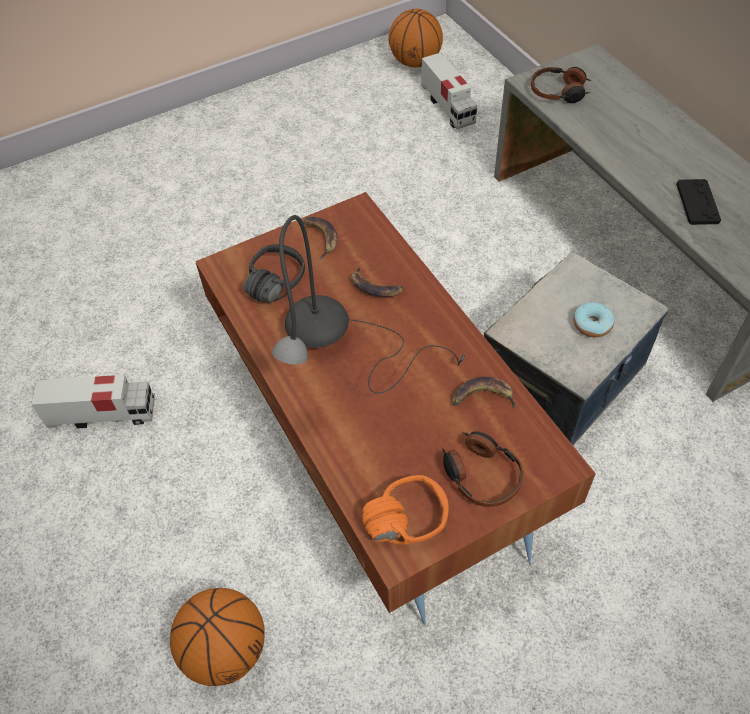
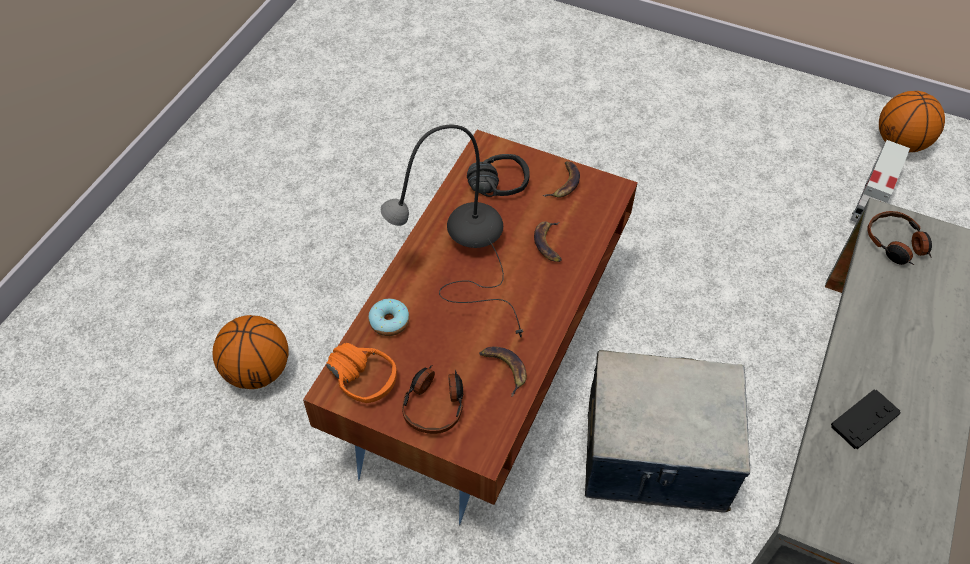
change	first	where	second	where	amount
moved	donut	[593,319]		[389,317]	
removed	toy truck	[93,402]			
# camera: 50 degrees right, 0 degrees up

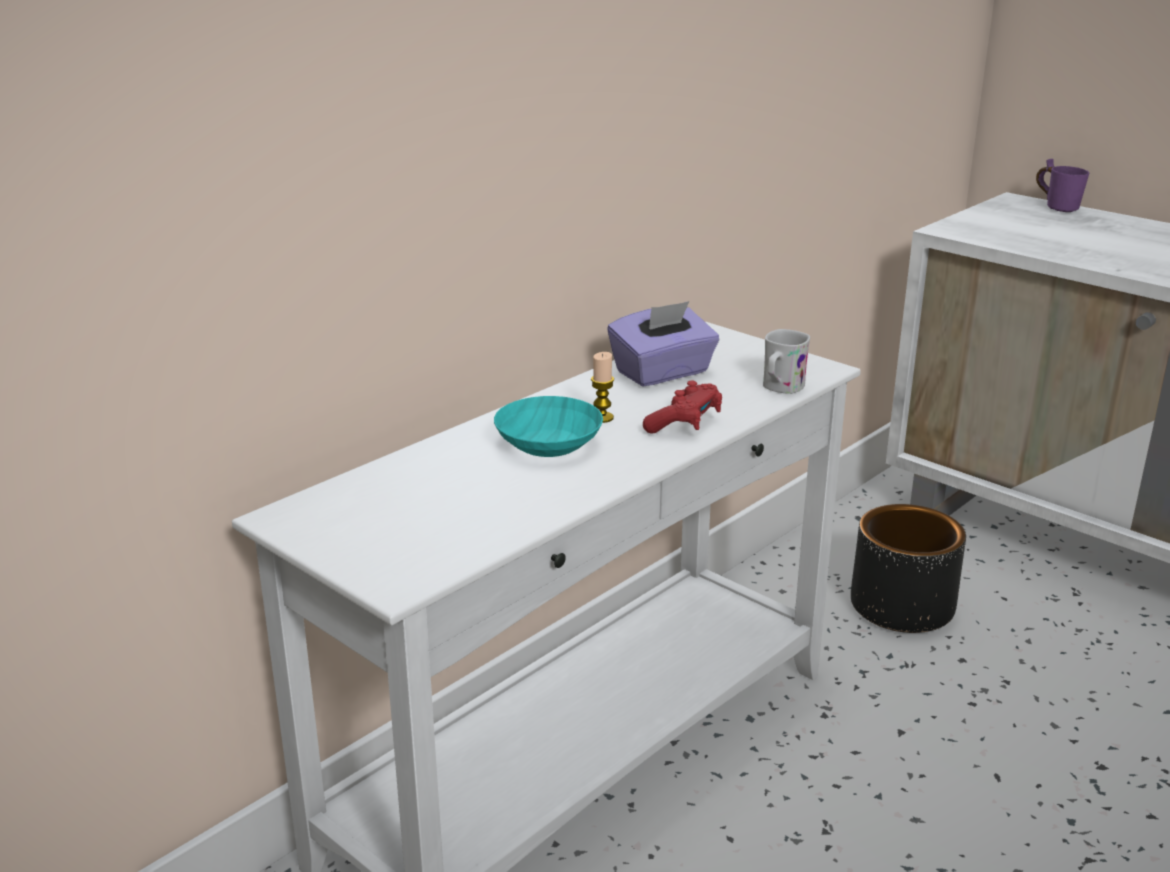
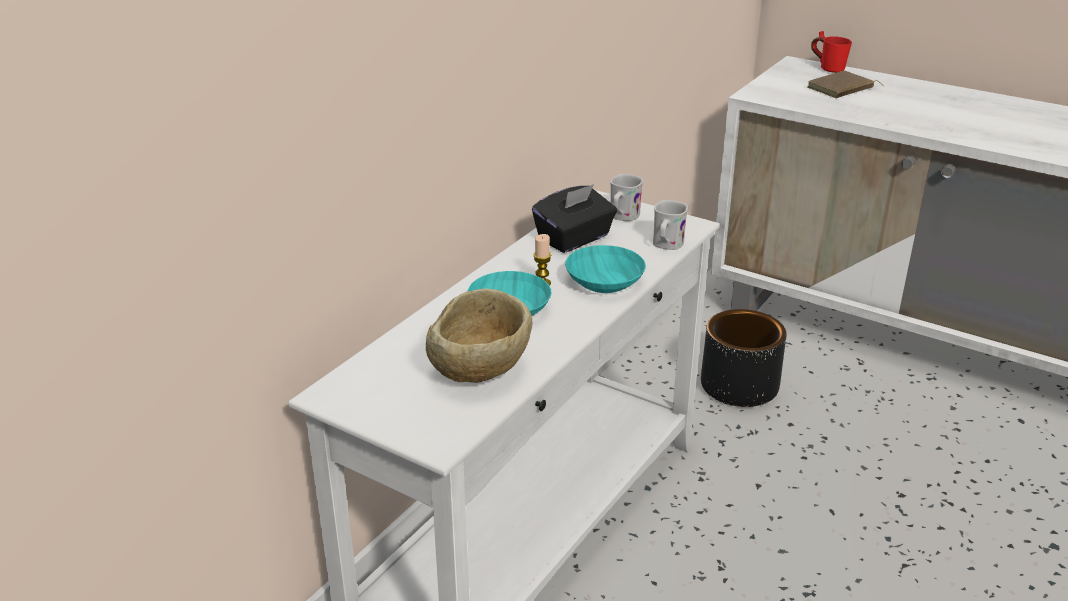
change	first	where	second	where	amount
recoloured	purple mug	[1062,185]	red mug	[831,52]	
recoloured	purple tissue box	[663,344]	black tissue box	[574,218]	
replaced	red game controller	[682,407]	turquoise bowl	[605,269]	
added			brown book	[845,84]	
added			white mug	[626,197]	
added			beige bowl	[479,335]	
# camera: 10 degrees left, 5 degrees up

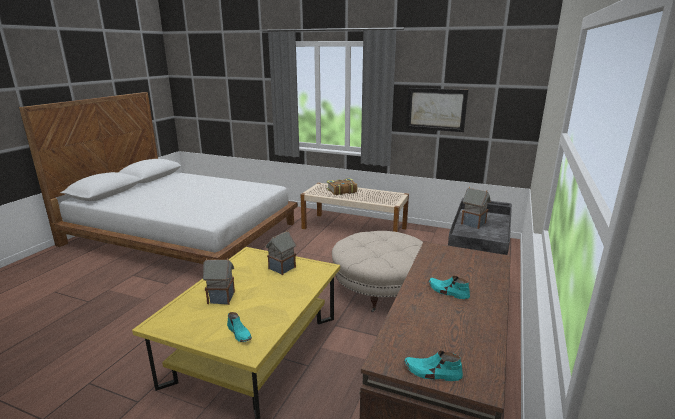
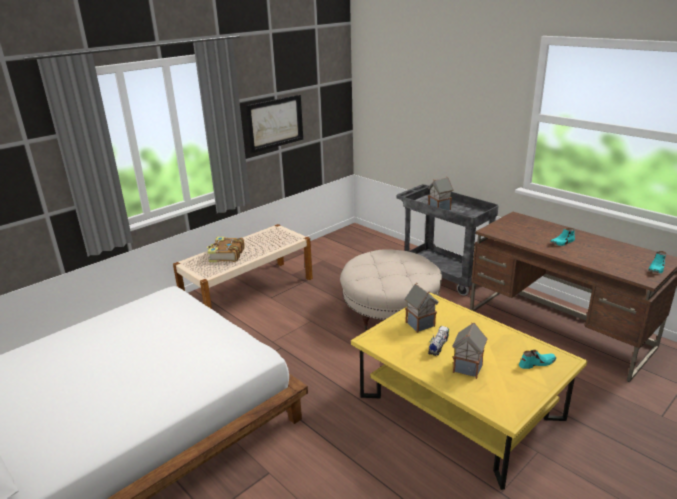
change	first	where	second	where	amount
added			toy truck	[438,341]	
# camera: 65 degrees left, 5 degrees up

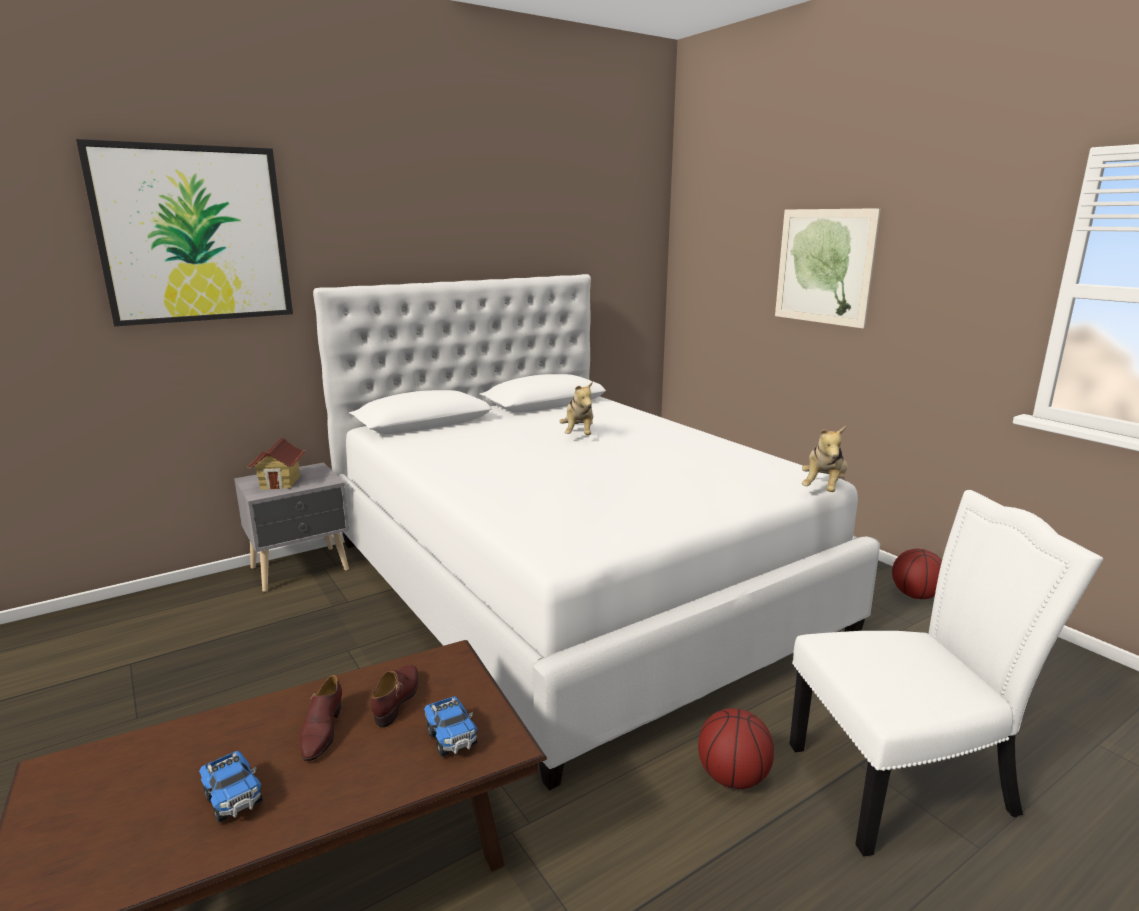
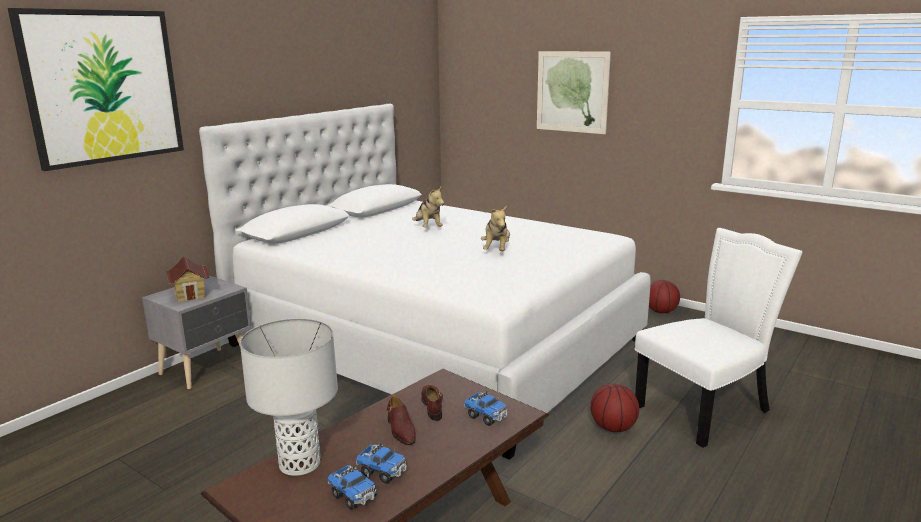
change	first	where	second	where	amount
moved	plush toy	[825,459]		[495,228]	
added			white table lamp	[289,397]	
added			toy truck	[352,487]	
# camera: 20 degrees left, 0 degrees up

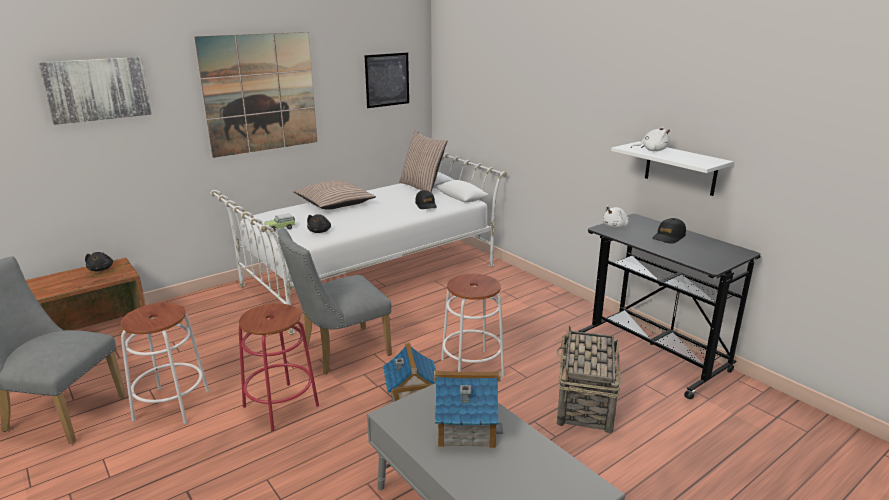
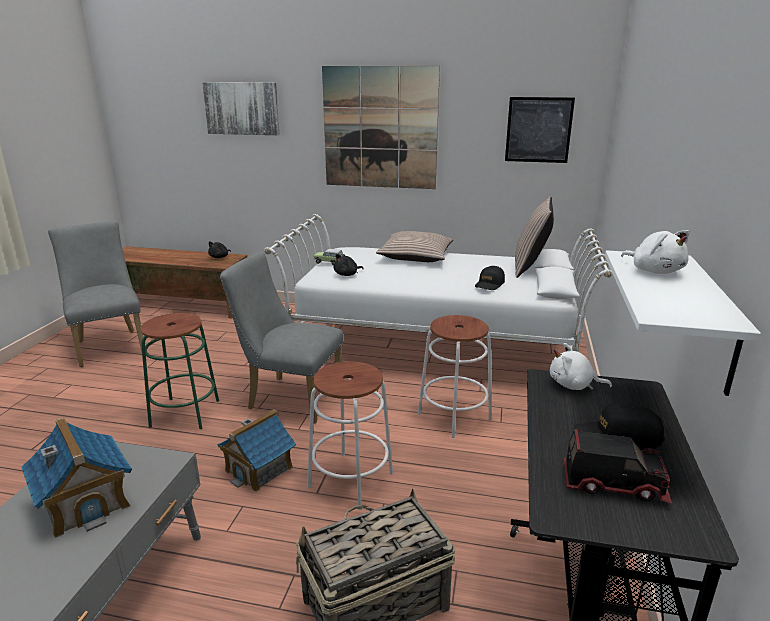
change	first	where	second	where	amount
moved	white stool	[164,363]		[455,376]	
recoloured	red stool	[279,367]	green stool	[179,371]	
added			toy truck	[618,466]	
# camera: 50 degrees right, 0 degrees up

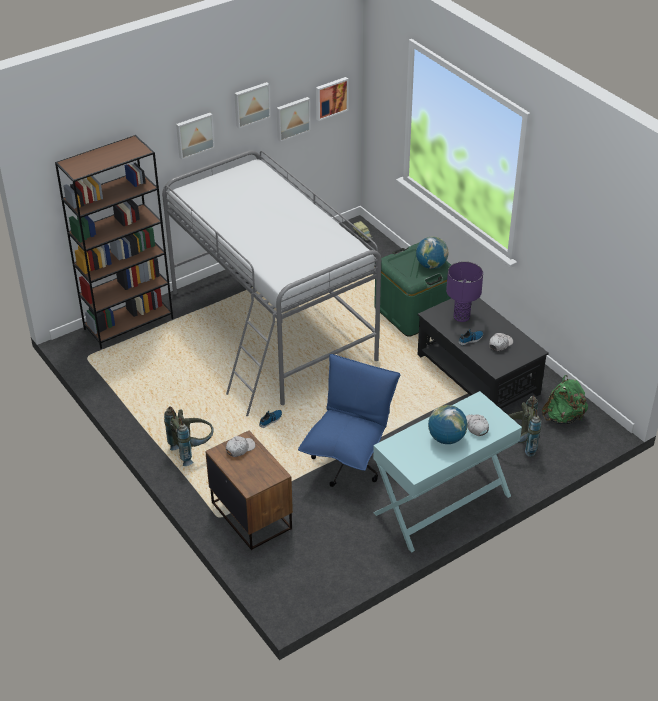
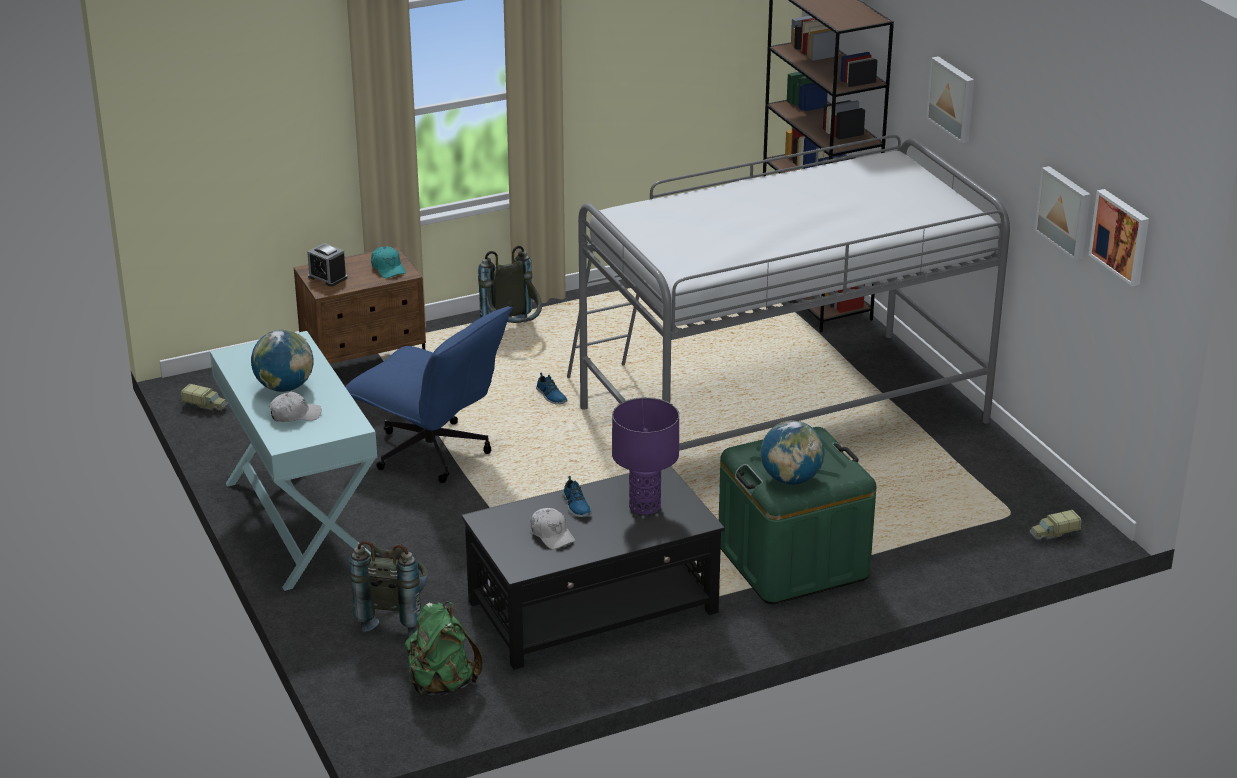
change	first	where	second	where	amount
removed	picture	[252,105]			
recoloured	white cap	[240,446]	turquoise cap	[388,262]	
added			alarm clock	[327,265]	
added			toy truck	[204,399]	
# camera: 100 degrees right, 10 degrees down

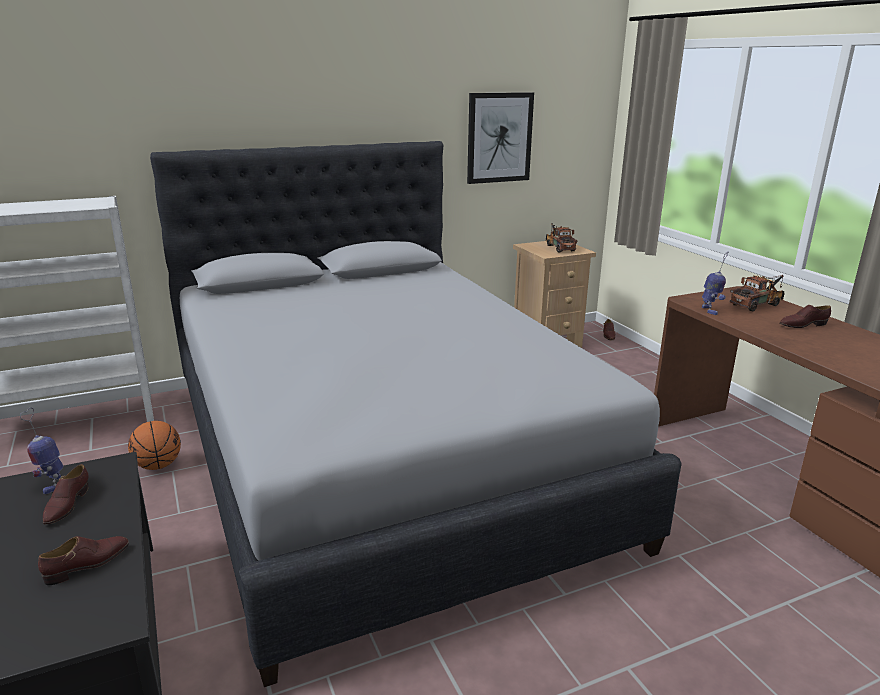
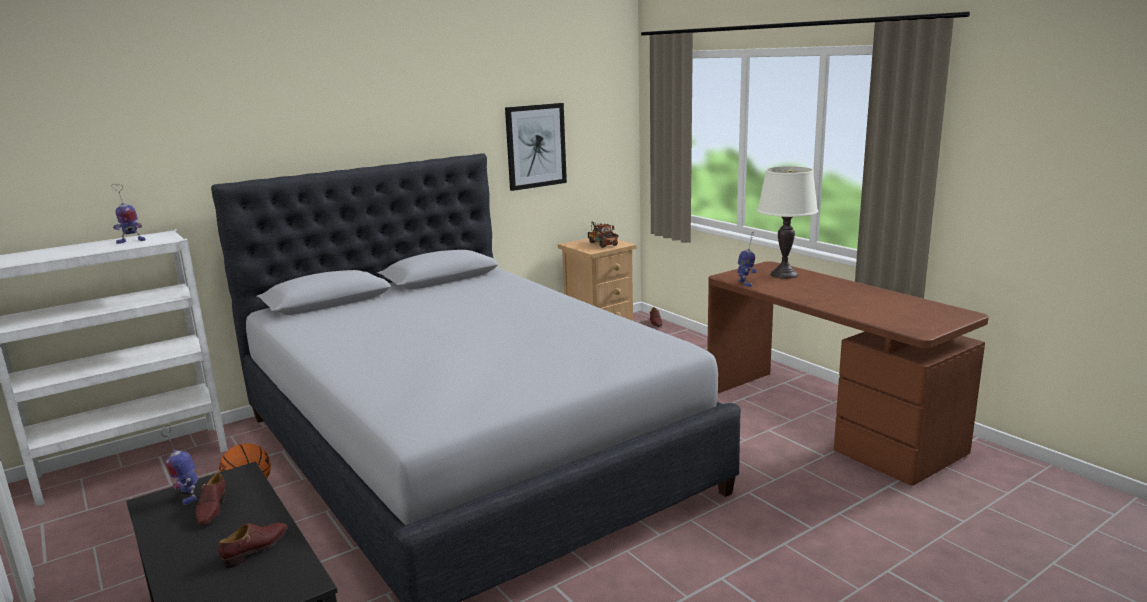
change	first	where	second	where	amount
replaced	toy truck	[757,293]	white table lamp	[787,222]	
removed	brown shoe	[805,316]			
added			toy robot	[129,214]	
# camera: 10 degrees left, 5 degrees down

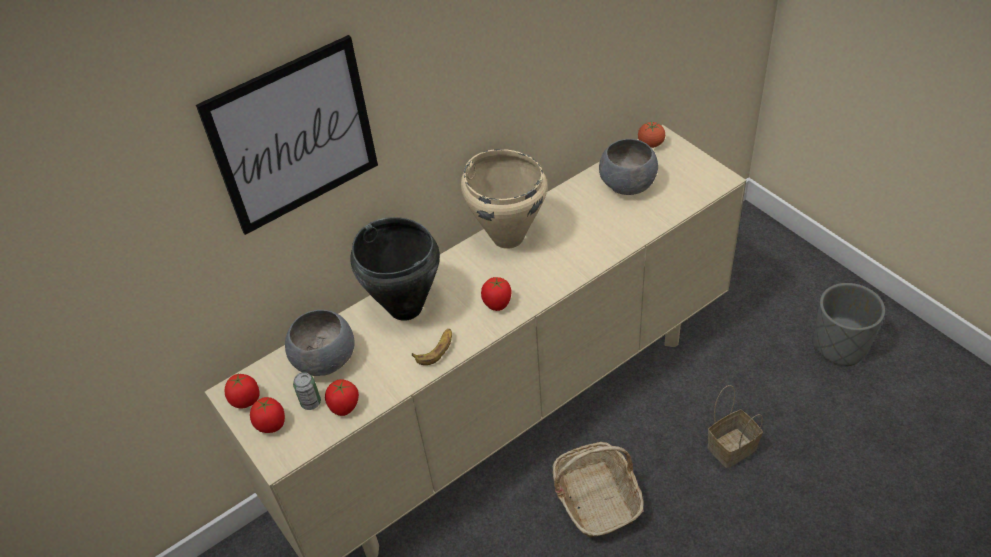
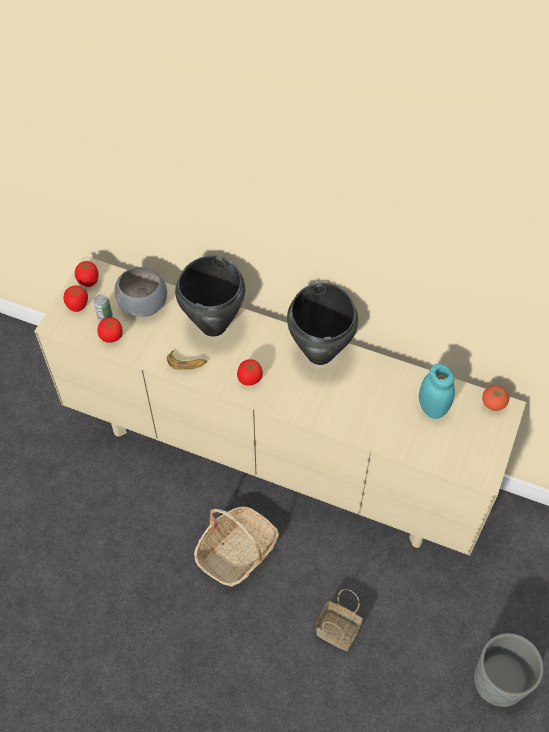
change	first	where	second	where	amount
removed	picture	[287,135]			
replaced	grey bowl	[628,167]	turquoise jar	[437,391]	
recoloured	beige cooking pot	[504,199]	black cooking pot	[322,323]	
# camera: 55 degrees right, 10 degrees up

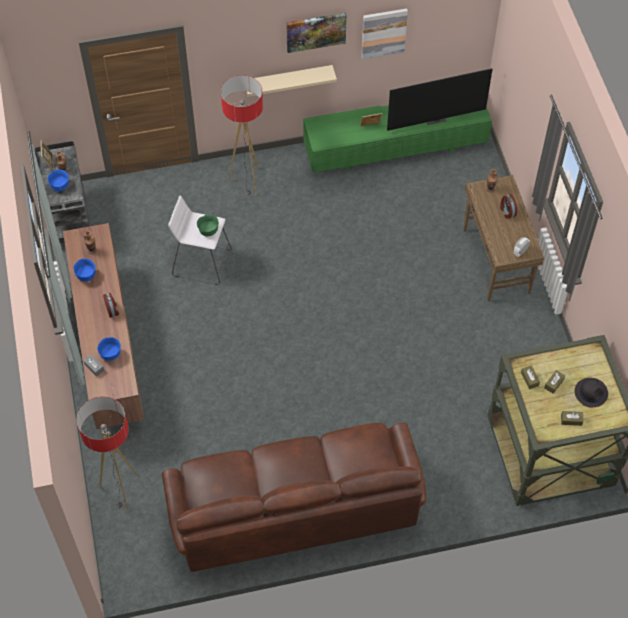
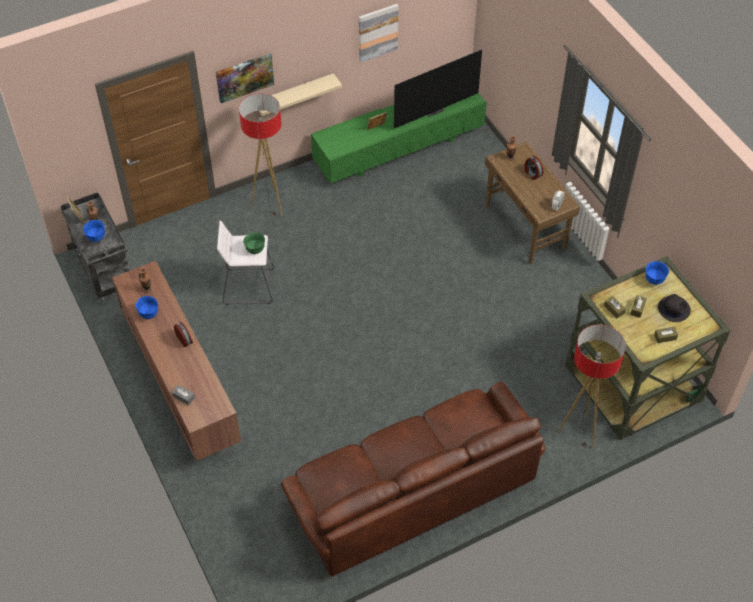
change	first	where	second	where	amount
moved	picture	[316,33]		[245,78]	
moved	blue bowl	[109,349]		[657,272]	
moved	floor lamp	[107,453]		[591,386]	
# camera: 15 degrees left, 5 degrees down

